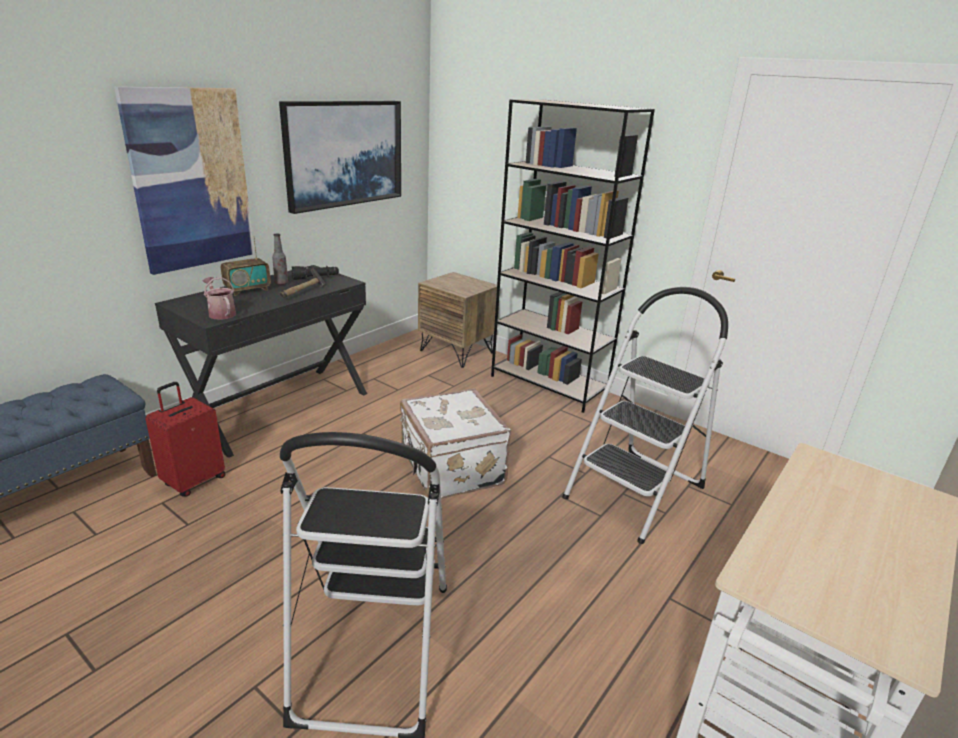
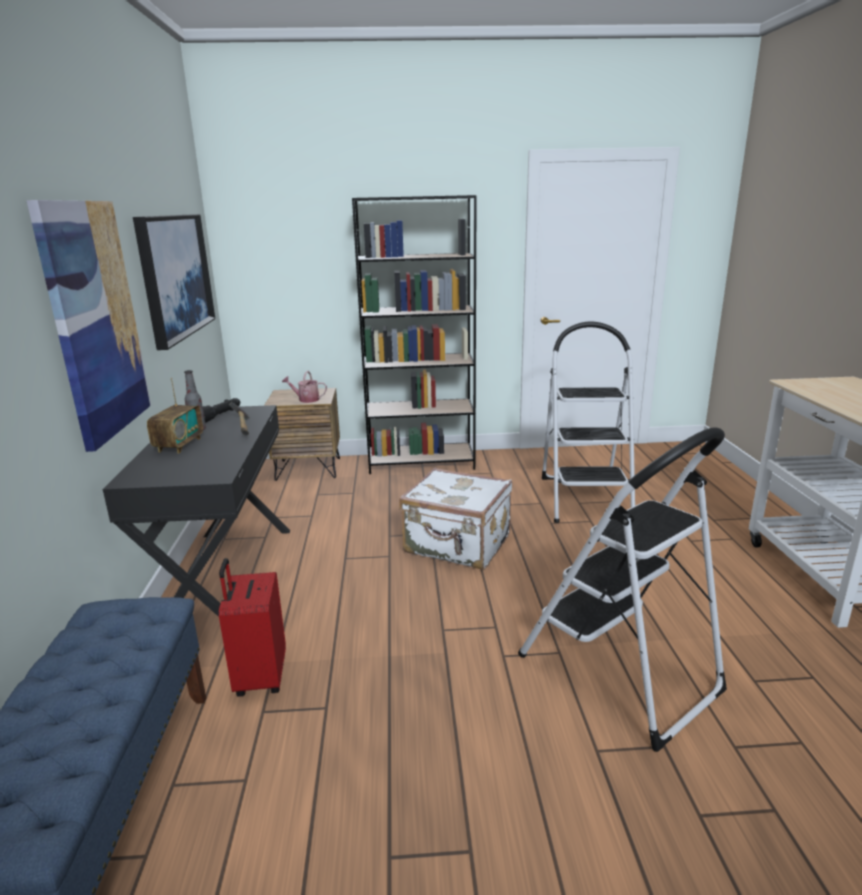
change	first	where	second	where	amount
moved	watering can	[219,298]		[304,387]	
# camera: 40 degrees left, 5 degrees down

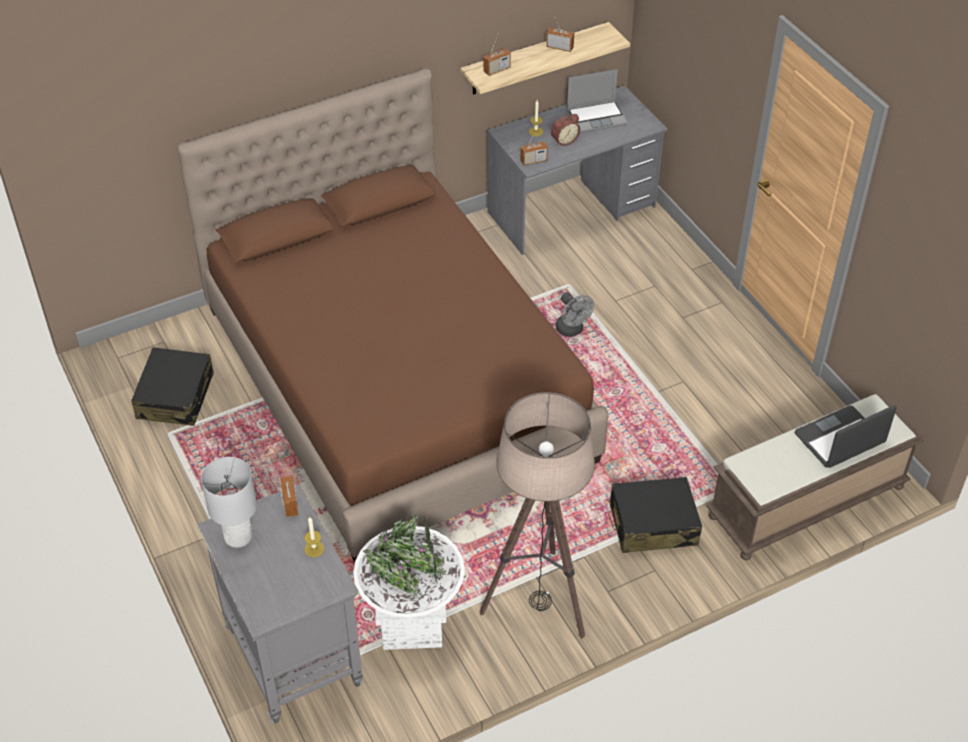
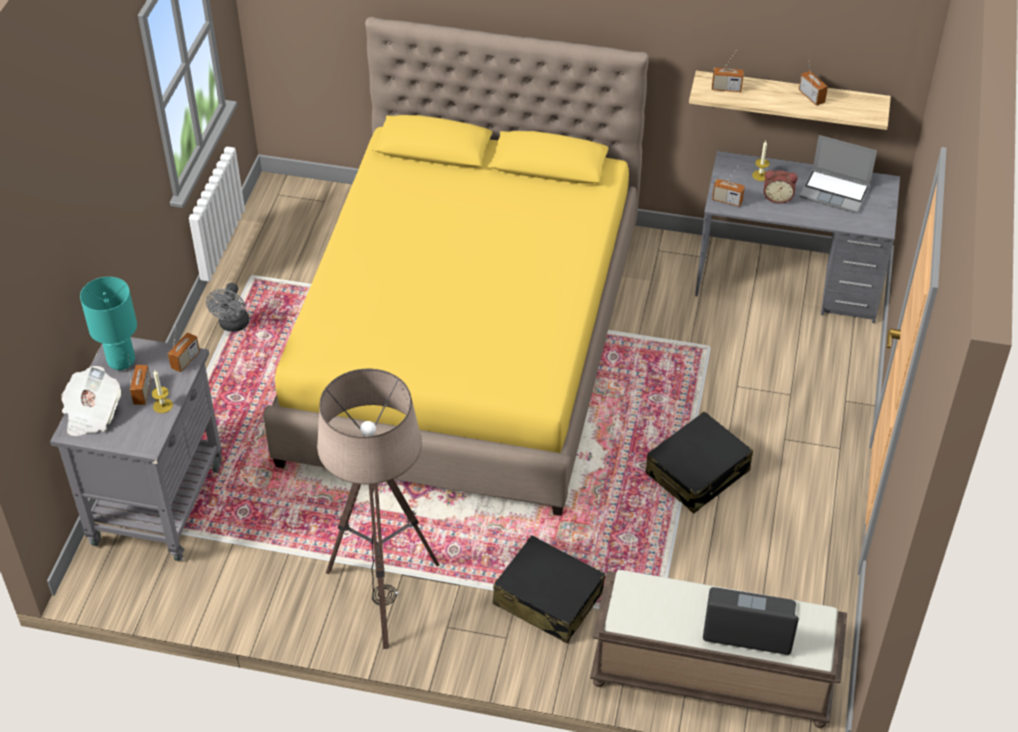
change	first	where	second	where	amount
recoloured	brown bed	[393,316]	yellow bed	[456,266]	
moved	grey fan	[575,314]		[227,307]	
moved	black suitcase	[172,386]		[699,462]	
recoloured	grey table lamp	[229,502]	turquoise table lamp	[108,323]	
removed	white planter	[409,582]			
added			radio	[139,380]	
added			newspaper	[91,401]	
# camera: 40 degrees right, 0 degrees up

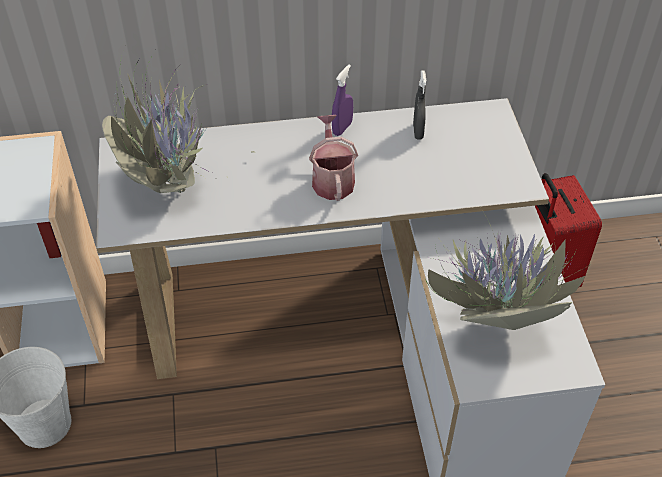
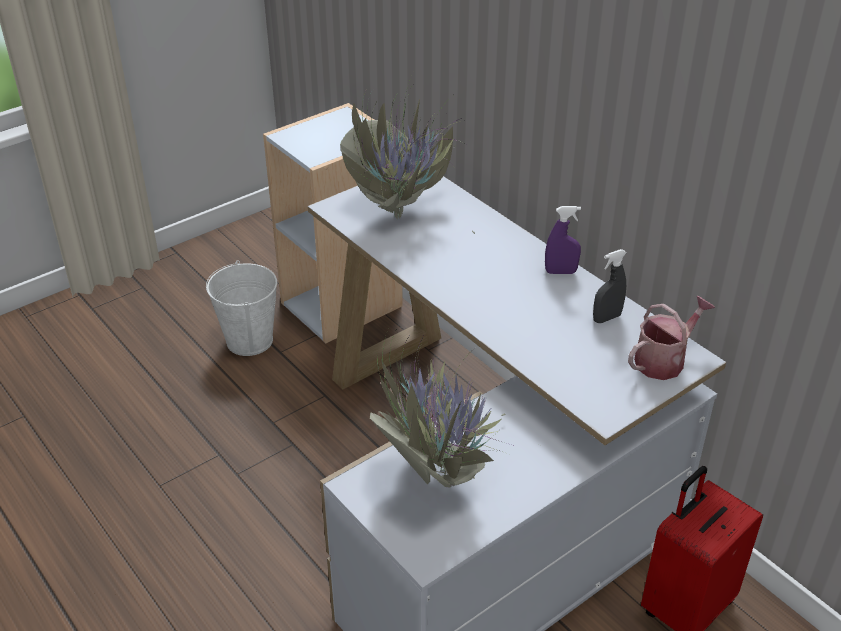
change	first	where	second	where	amount
moved	watering can	[333,158]		[671,338]	
# camera: 60 degrees right, 10 degrees down

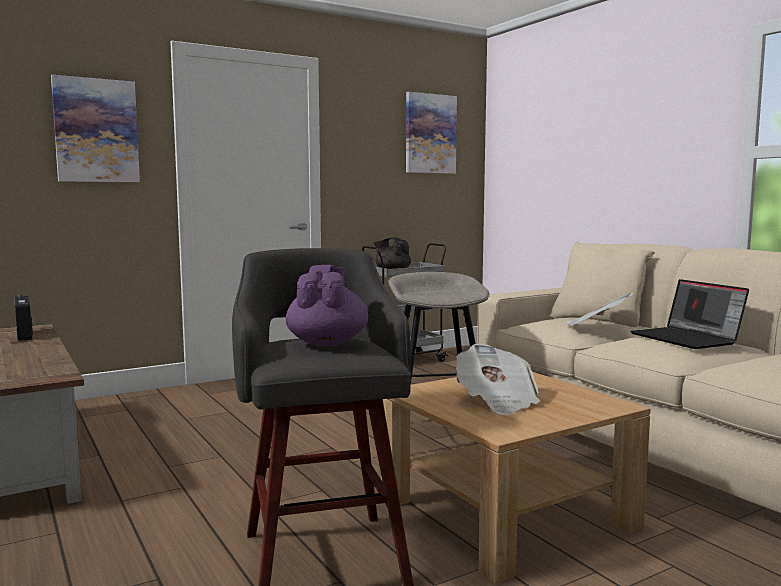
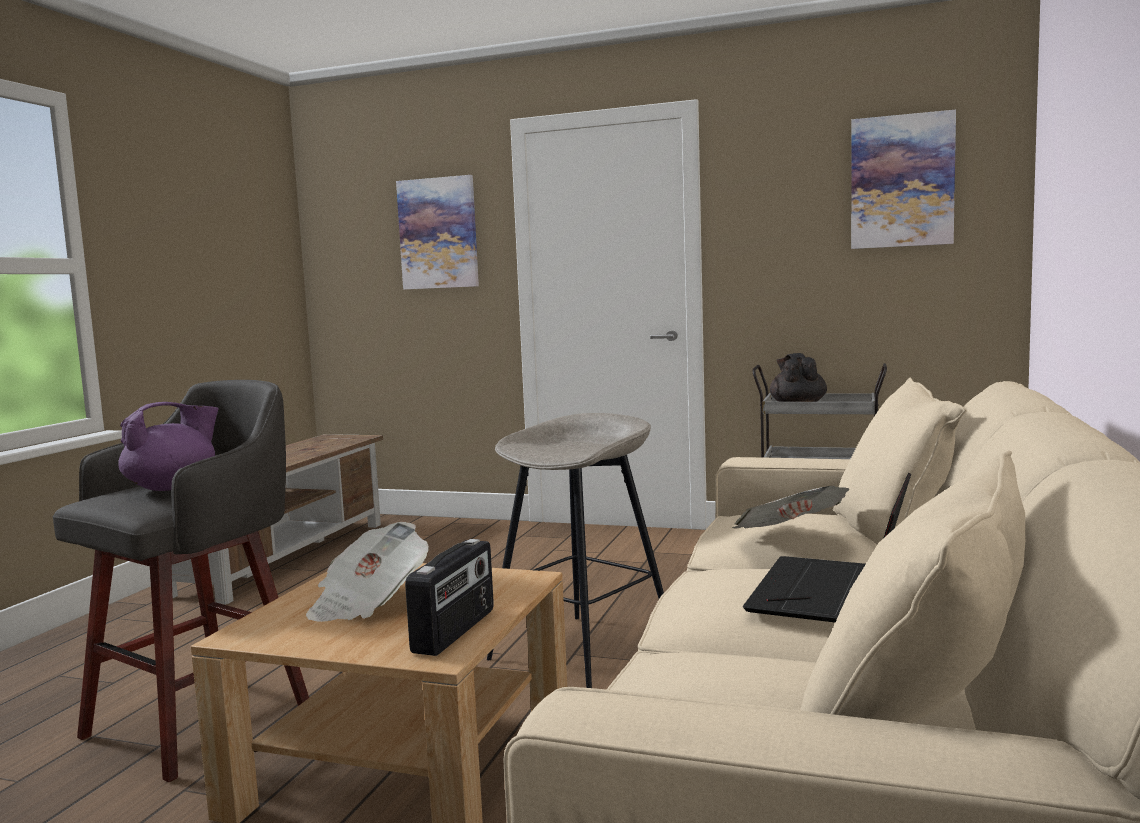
change	first	where	second	where	amount
moved	radio	[23,318]		[449,597]	
# camera: 50 degrees right, 0 degrees up

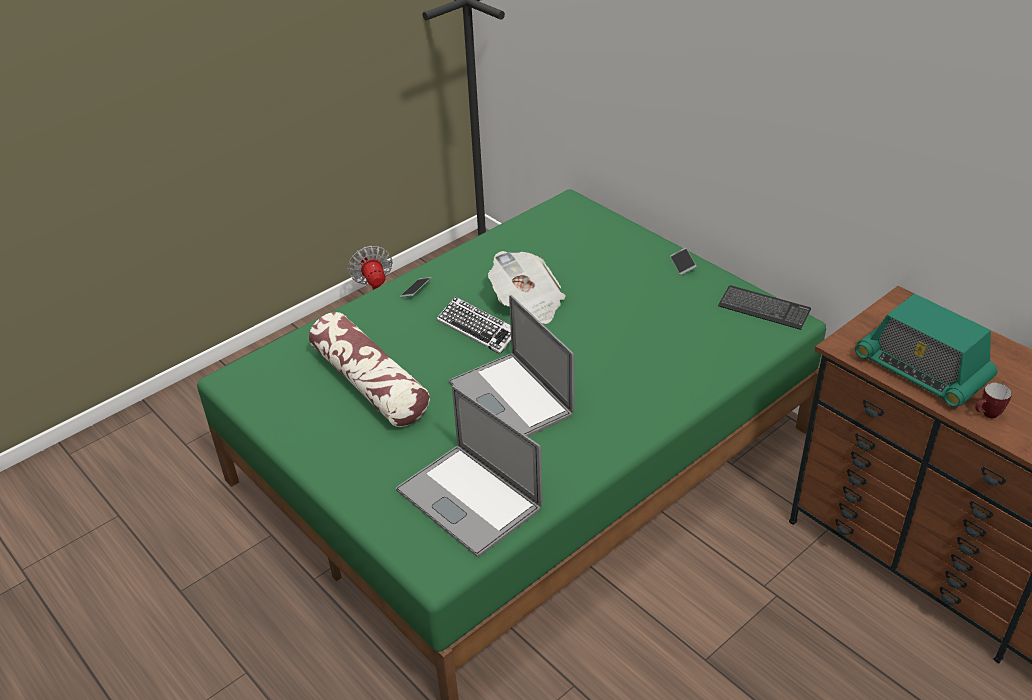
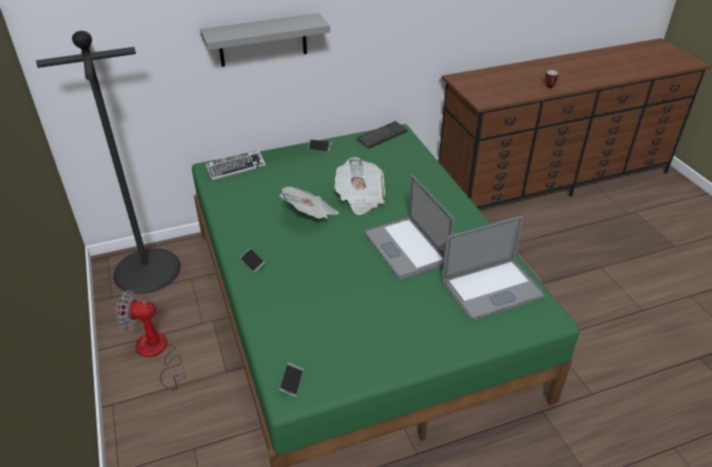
change	first	where	second	where	amount
removed	radio	[926,350]			
turned	laptop	[511,366]		[409,227]	75 degrees clockwise
moved	keyboard	[474,325]		[235,165]	
removed	pillow	[369,369]			
added			grey shelf	[265,40]	
added			newspaper	[359,186]	
added			phone	[291,379]	
# camera: 70 degrees left, 0 degrees up

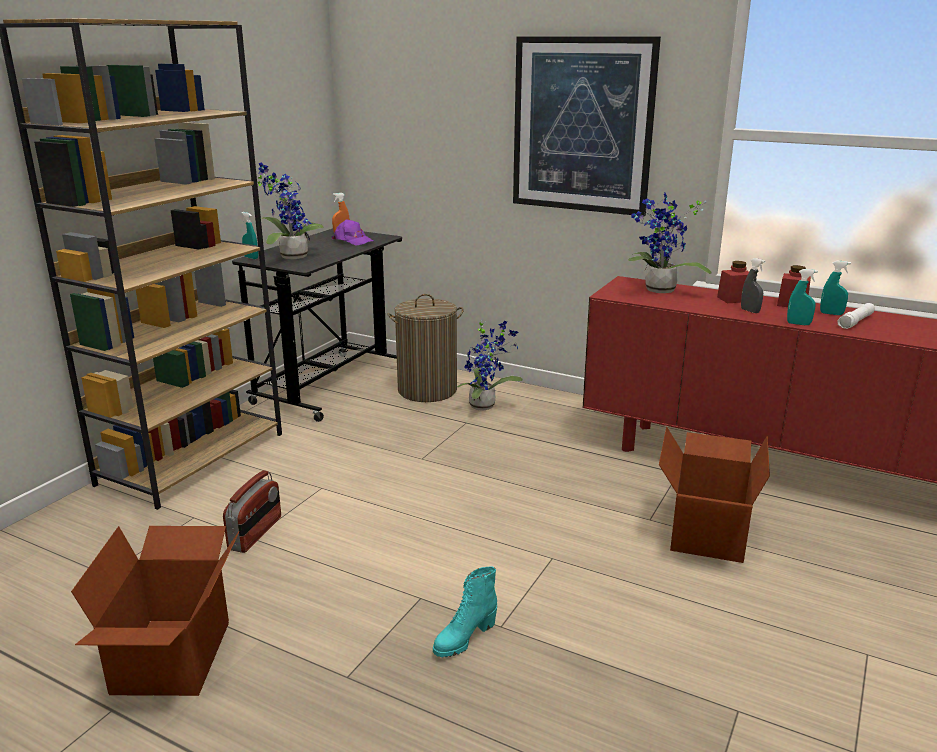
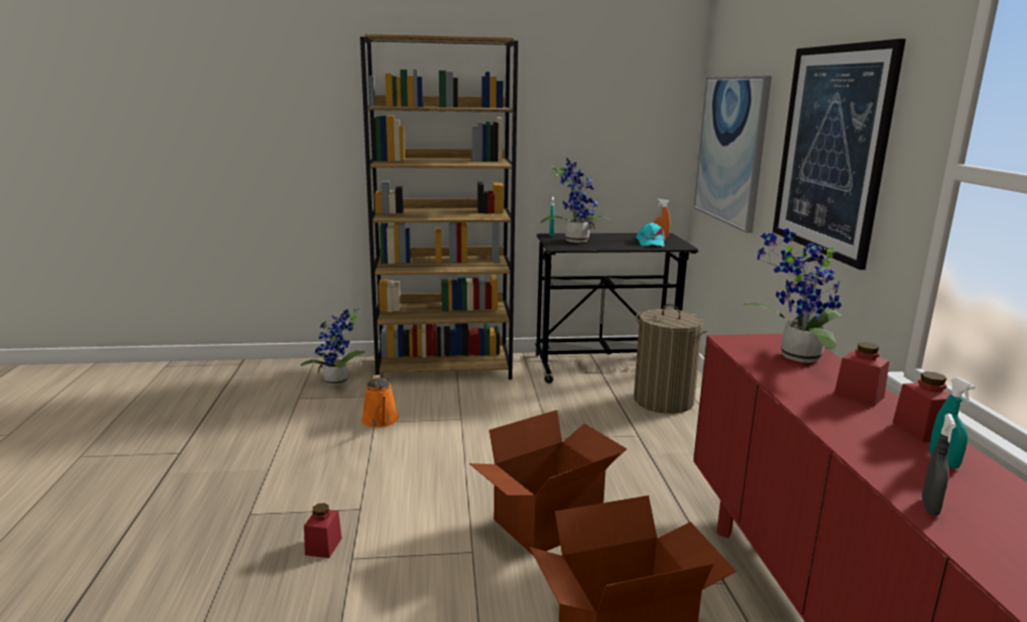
change	first	where	second	where	amount
recoloured	purple cap	[352,232]	turquoise cap	[651,234]	
moved	grey spray bottle	[753,285]		[939,464]	
removed	turquoise spray bottle	[802,297]			
removed	white flashlight	[856,316]			
moved	potted plant	[490,365]		[335,346]	
replaced	radio	[252,511]	orange watering can	[380,401]	
moved	cardboard box	[155,611]		[547,482]	
replaced	turquoise boot	[465,611]	red jar	[323,530]	
added			picture	[733,154]	
# camera: 55 degrees right, 5 degrees down

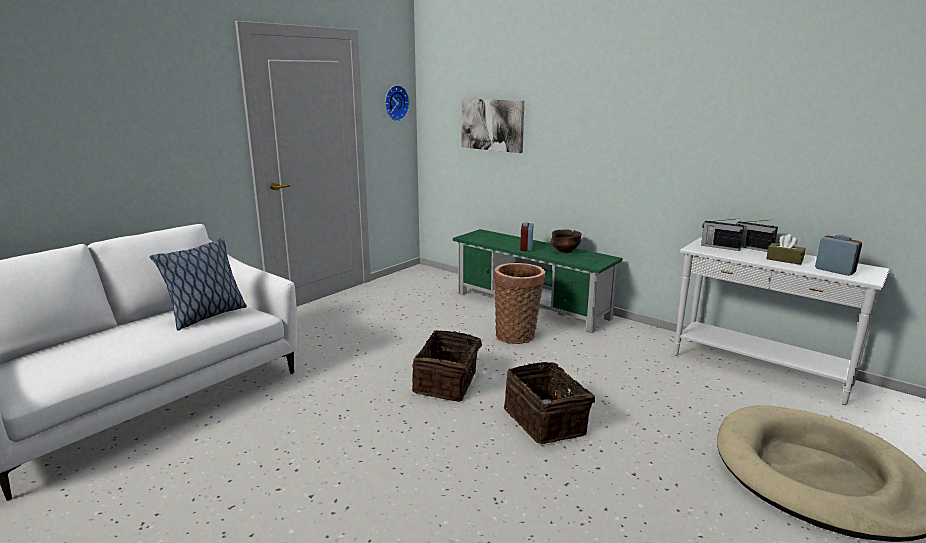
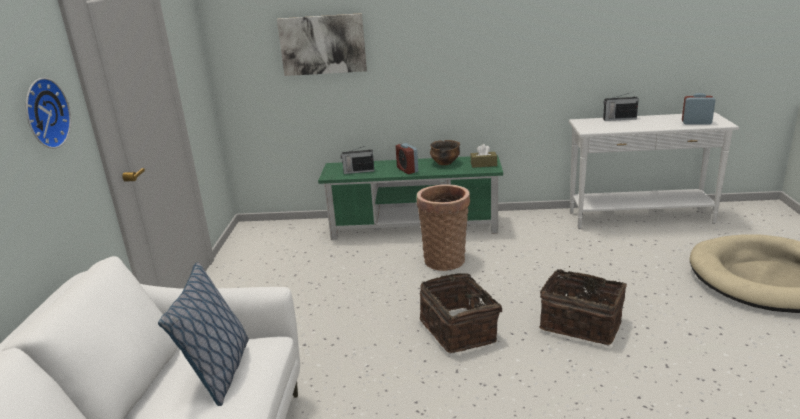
change	first	where	second	where	amount
moved	wall clock	[397,103]		[48,113]	
moved	radio	[722,235]		[357,160]	
moved	brown tissue box	[786,249]		[483,156]	
# camera: 35 degrees left, 5 degrees up

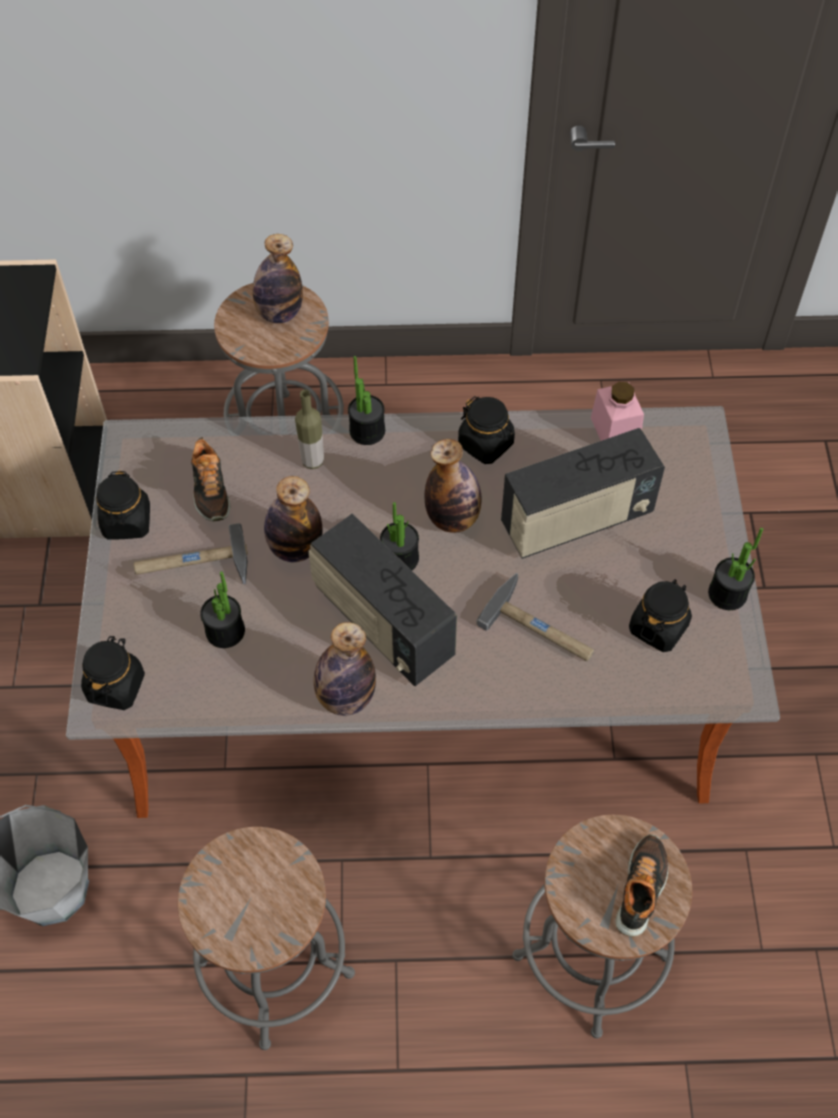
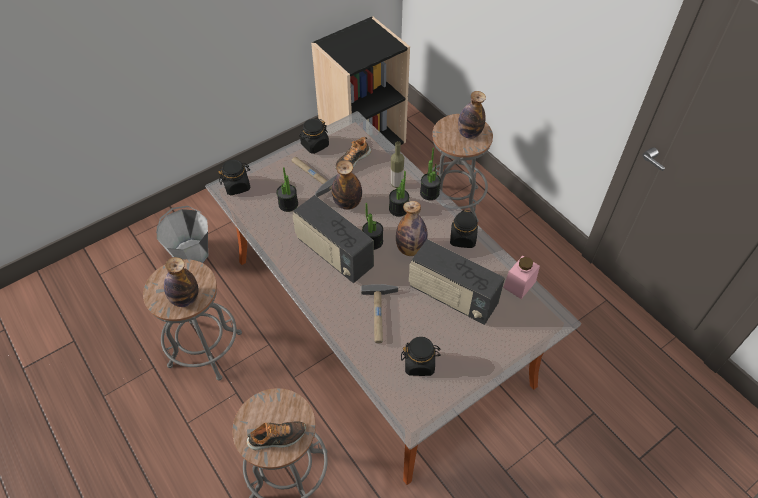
change	first	where	second	where	amount
turned	radio	[382,599]		[333,239]	60 degrees counterclockwise
moved	potted plant	[735,569]		[399,194]	
moved	bottle	[345,669]		[181,282]	
# camera: 55 degrees right, 5 degrees down

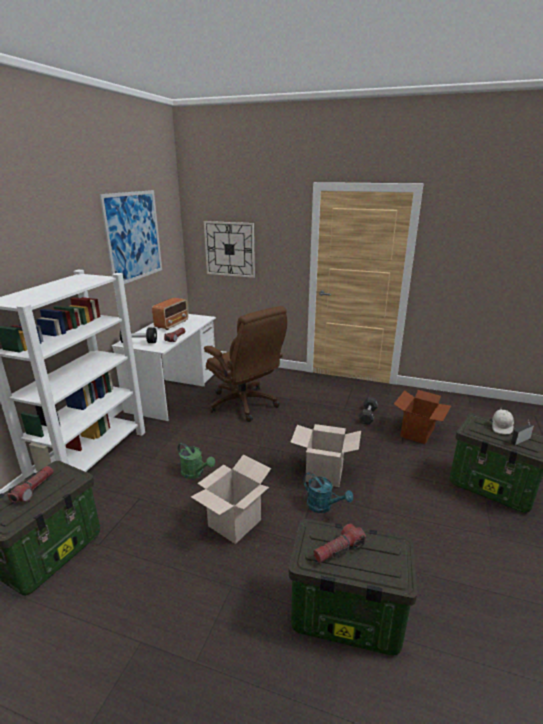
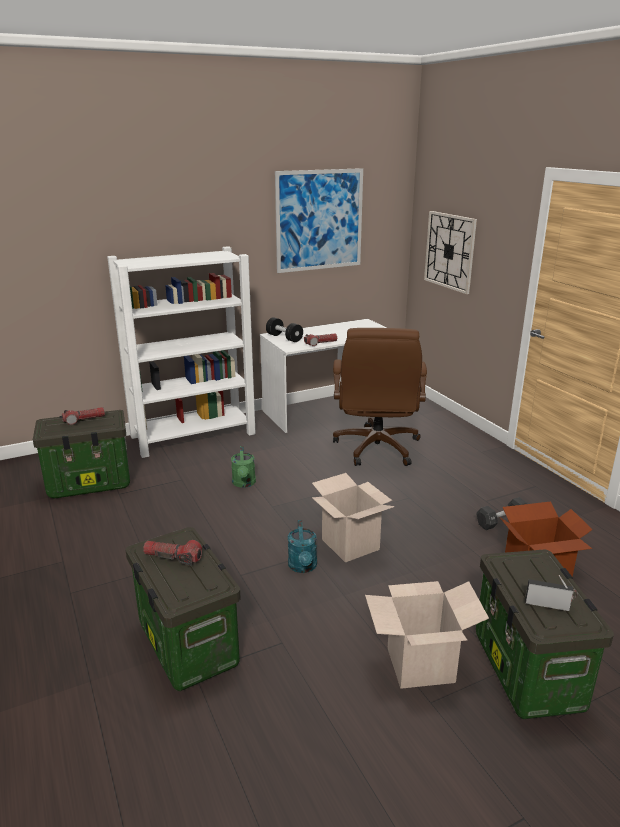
change	first	where	second	where	amount
removed	radio	[170,314]			
removed	white cap	[503,420]			
moved	cardboard box	[231,499]		[427,635]	
# camera: 45 degrees right, 0 degrees up

